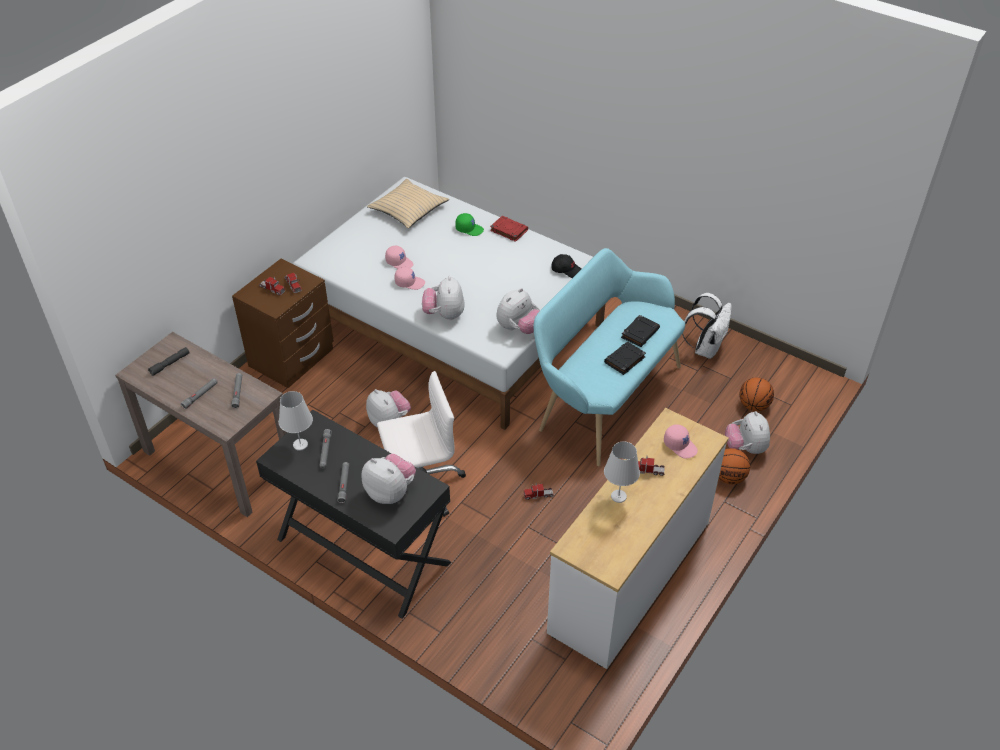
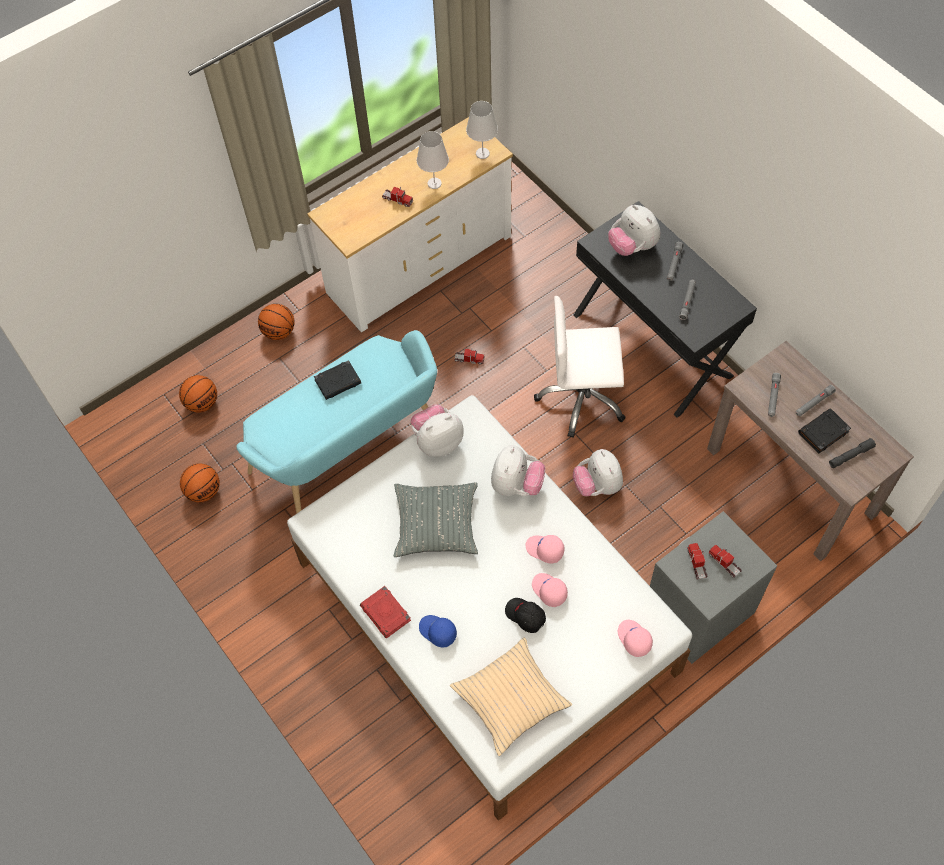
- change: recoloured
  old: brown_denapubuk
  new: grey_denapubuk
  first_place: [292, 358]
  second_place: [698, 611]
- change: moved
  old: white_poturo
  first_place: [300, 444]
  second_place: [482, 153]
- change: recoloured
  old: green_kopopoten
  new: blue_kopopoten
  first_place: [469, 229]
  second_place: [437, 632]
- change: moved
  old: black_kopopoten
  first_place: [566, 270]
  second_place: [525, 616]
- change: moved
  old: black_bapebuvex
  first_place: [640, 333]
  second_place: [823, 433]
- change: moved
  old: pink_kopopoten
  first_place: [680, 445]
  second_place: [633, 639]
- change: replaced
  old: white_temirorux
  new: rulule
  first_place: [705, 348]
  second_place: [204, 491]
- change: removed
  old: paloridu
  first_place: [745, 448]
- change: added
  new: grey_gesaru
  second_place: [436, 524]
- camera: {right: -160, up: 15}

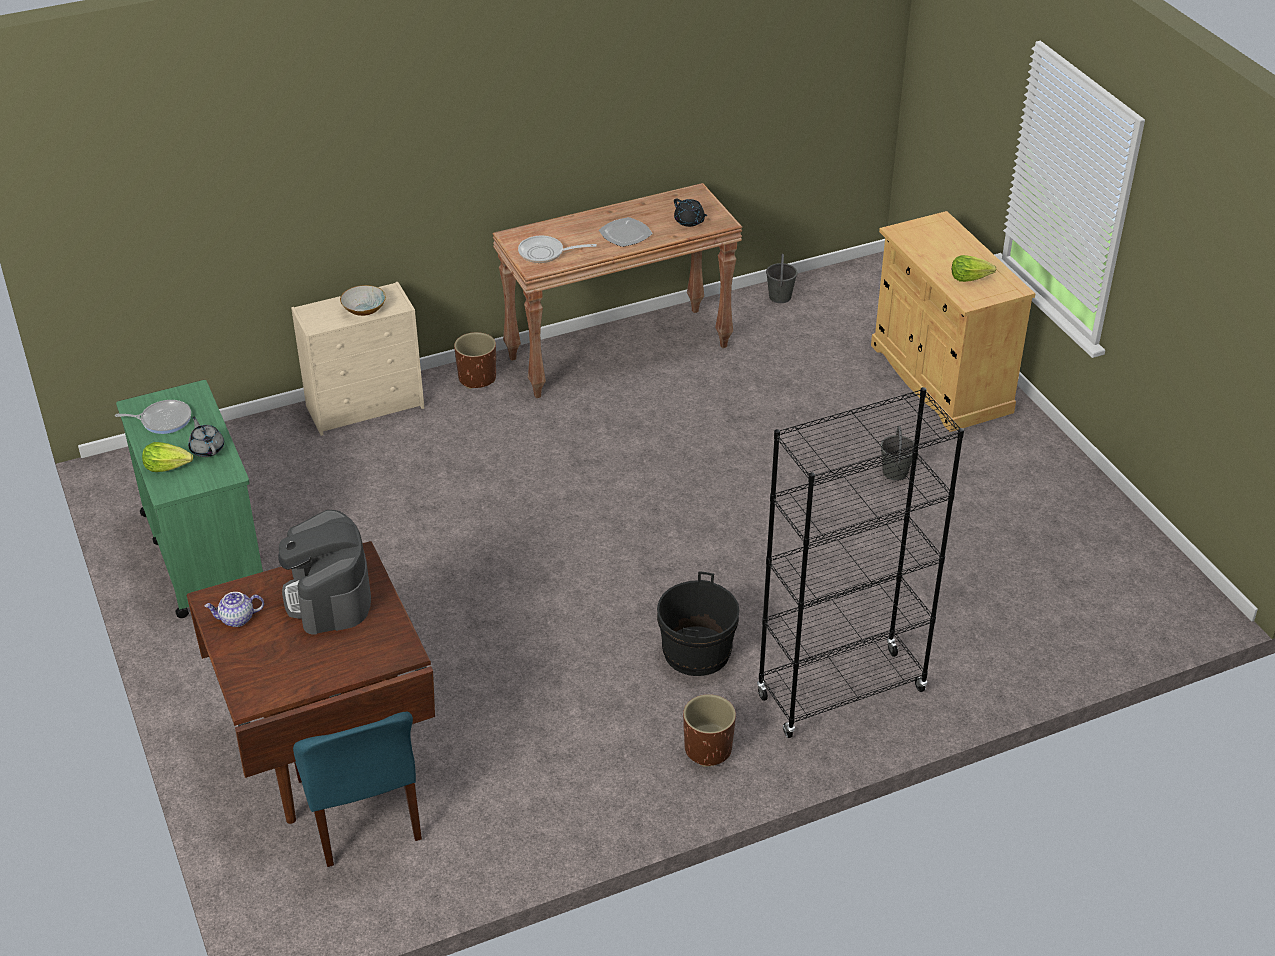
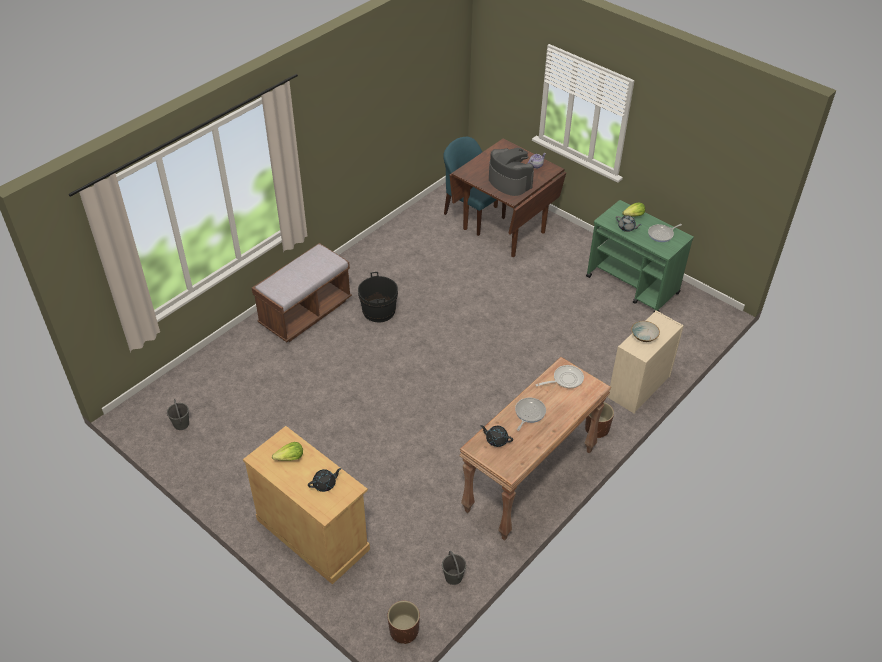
- change: replaced
  old: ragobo
  new: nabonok
  first_place: [626, 234]
  second_place: [529, 413]
- change: moved
  old: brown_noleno
  first_place: [707, 749]
  second_place: [404, 631]
- change: replaced
  old: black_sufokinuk
  new: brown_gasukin
  first_place: [840, 694]
  second_place: [305, 313]
- change: moved
  old: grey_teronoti
  first_place: [895, 472]
  second_place: [181, 424]
- change: added
  new: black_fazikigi
  second_place: [325, 484]
- camera: {right: 155, up: 5}

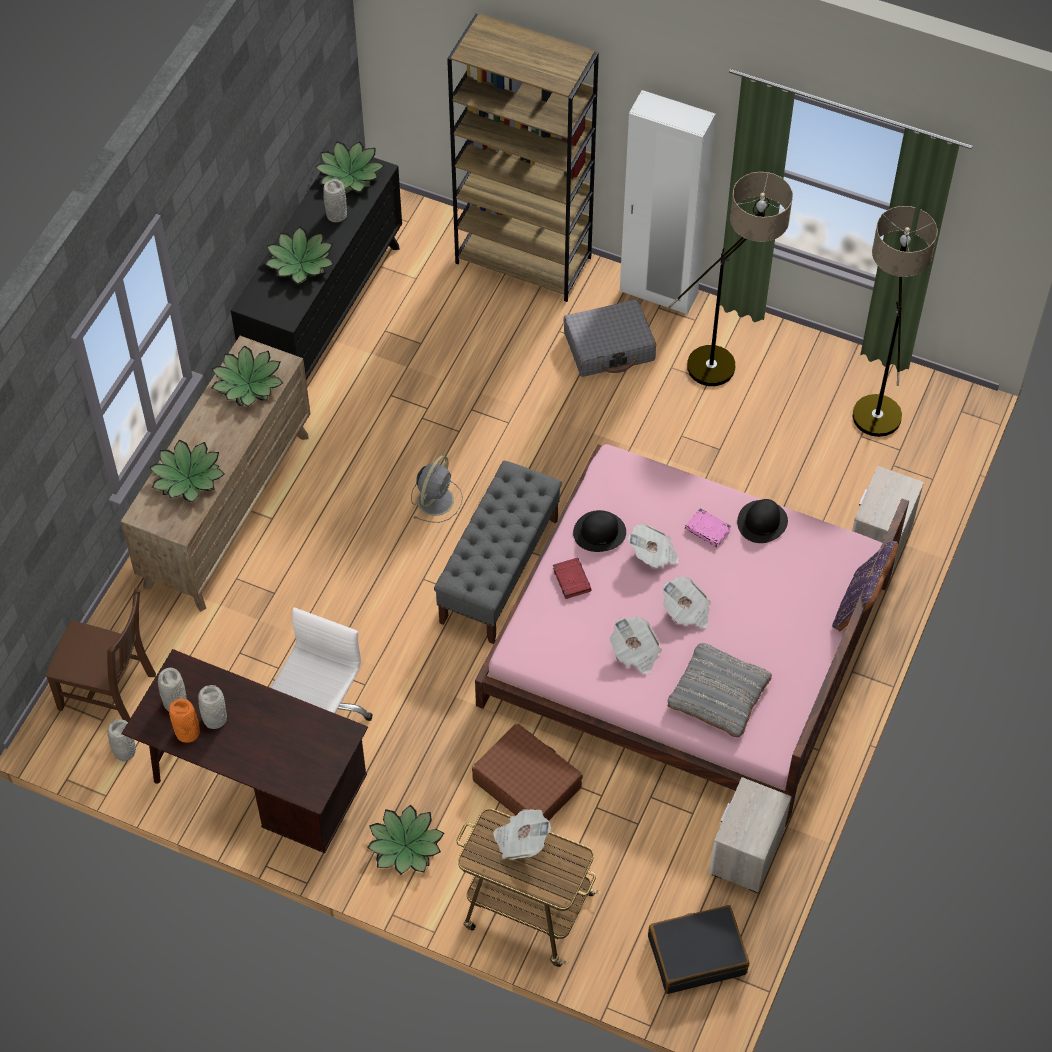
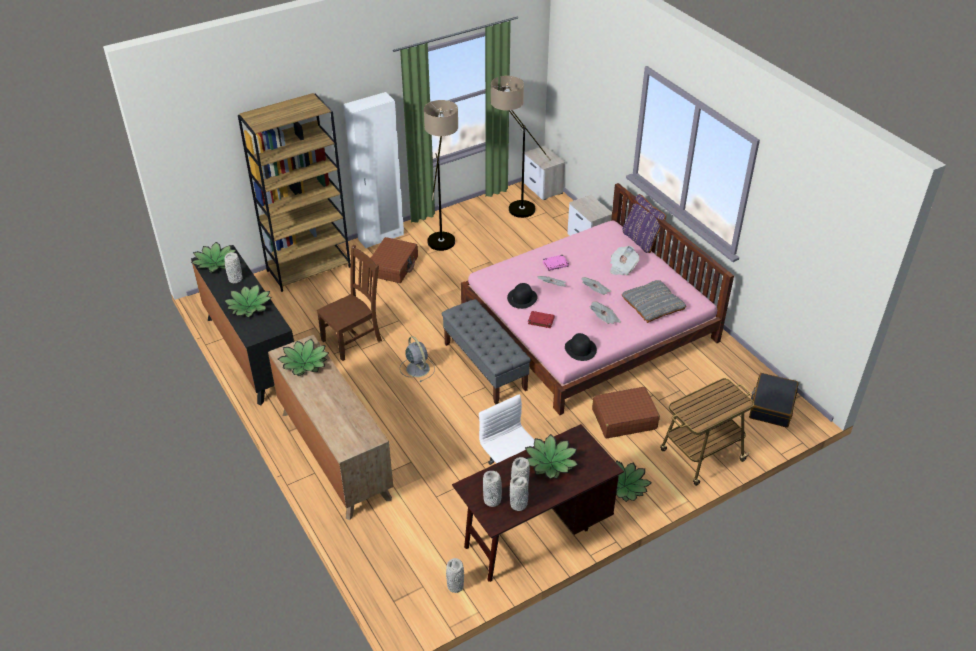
- change: moved
  old: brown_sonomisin
  first_place: [110, 692]
  second_place: [353, 339]
- change: moved
  old: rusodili
  first_place: [188, 477]
  second_place: [550, 462]
- change: recoloured
  old: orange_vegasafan
  new: grey_vegasafan
  first_place: [188, 733]
  second_place: [519, 504]
- change: moved
  old: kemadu
  first_place: [521, 840]
  second_place: [622, 267]
- change: recoloured
  old: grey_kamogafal
  new: brown_kamogafal
  first_place: [609, 347]
  second_place: [393, 266]
- change: moved
  old: denapubuk
  first_place: [745, 853]
  second_place: [543, 188]
- change: moved
  old: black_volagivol
  first_place: [762, 522]
  second_place: [580, 349]
- camera: {right: -55, up: -15}

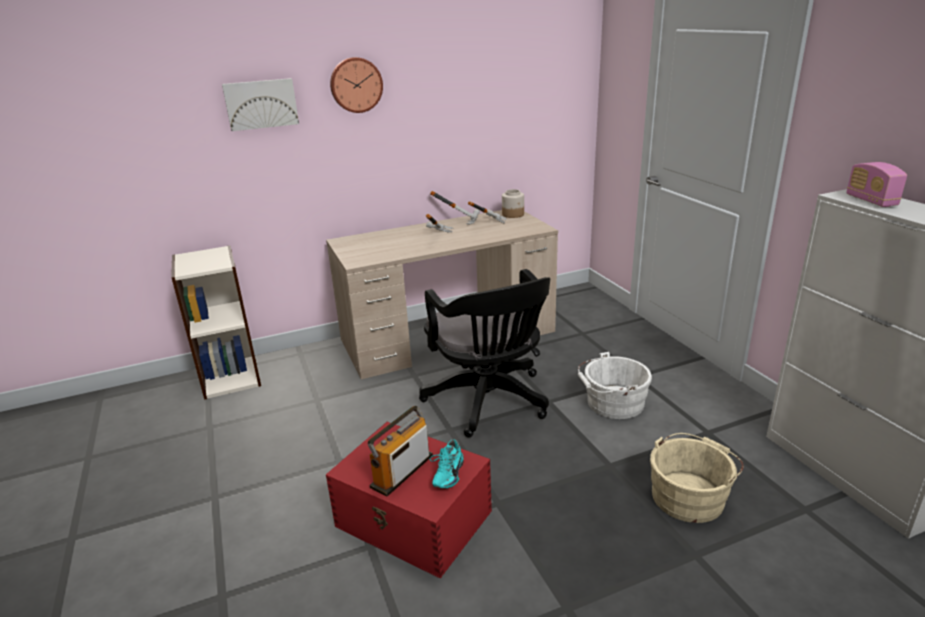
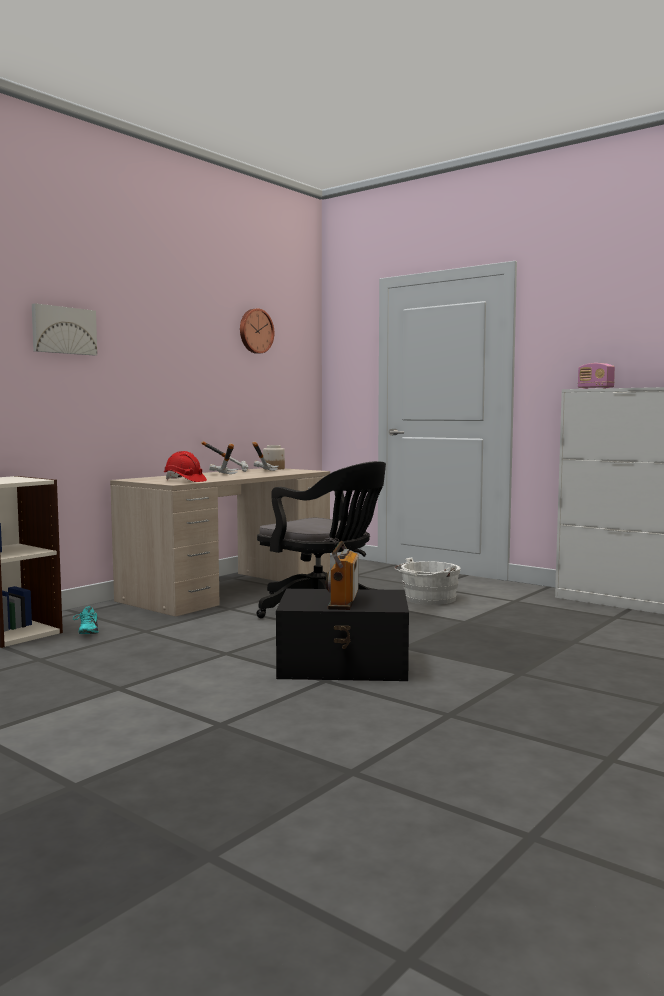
- change: recoloured
  old: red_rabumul
  new: black_rabumul
  first_place: [414, 520]
  second_place: [345, 664]
- change: moved
  old: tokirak
  first_place: [356, 85]
  second_place: [255, 331]
- change: moved
  old: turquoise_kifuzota
  first_place: [446, 474]
  second_place: [86, 632]
- change: removed
  old: beige_teronoti
  first_place: [690, 495]
- change: added
  new: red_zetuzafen
  second_place: [184, 481]
- camera: {right: -30, up: -20}

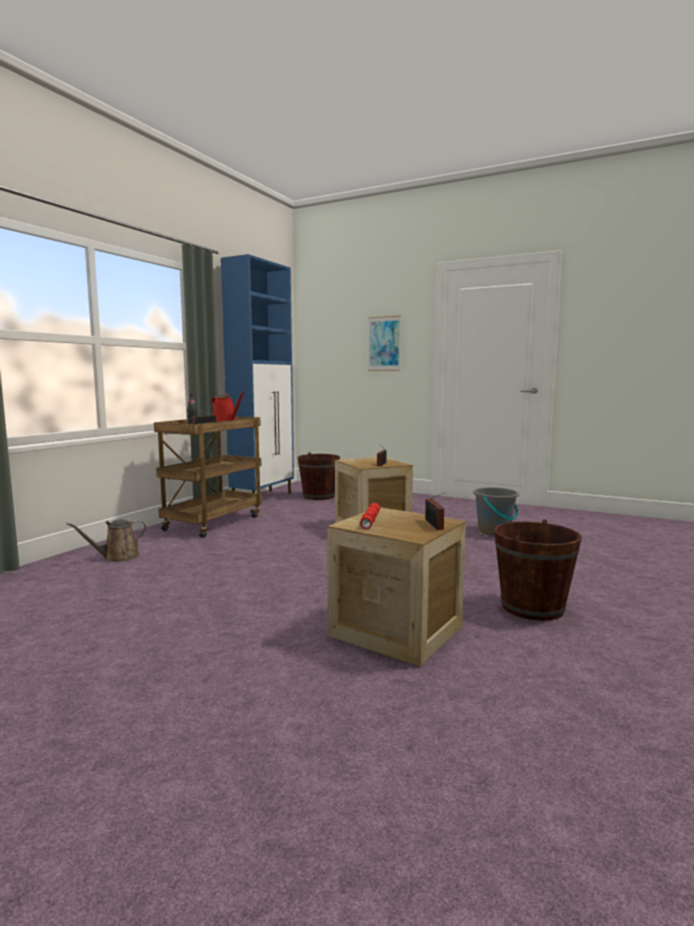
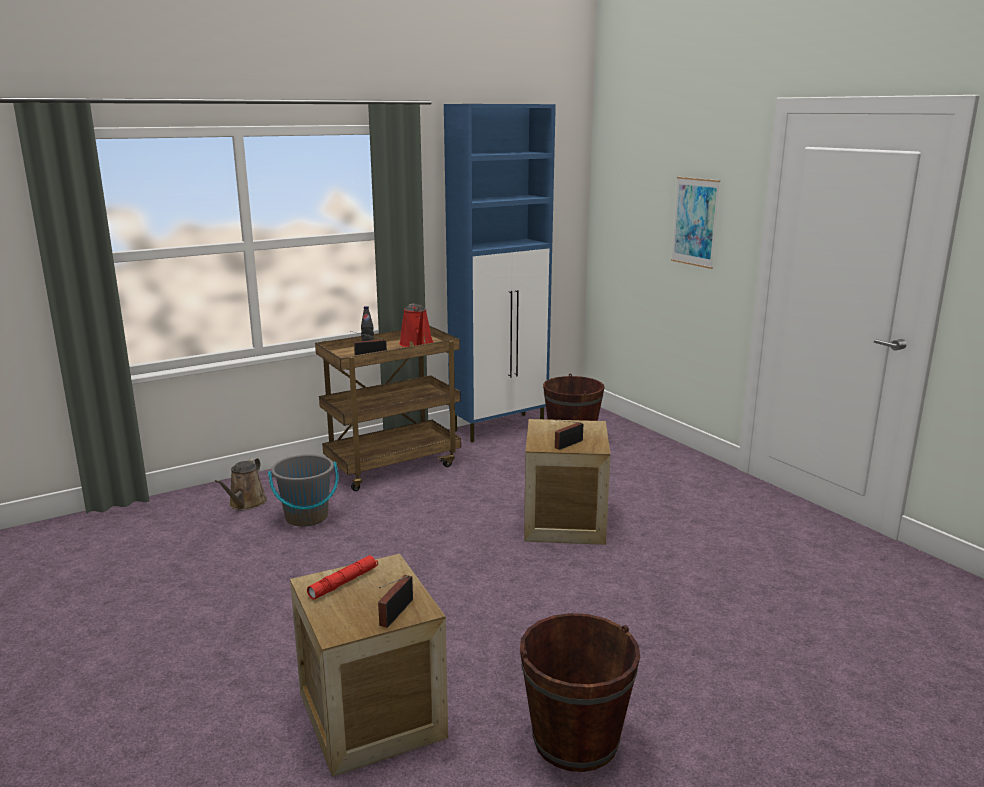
- change: turned
  old: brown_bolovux
  first_place: [117, 557]
  second_place: [246, 504]
  degrees: -75
- change: moved
  old: grey_teronoti
  first_place: [494, 532]
  second_place: [306, 517]
- camera: {right: 30, up: 10}

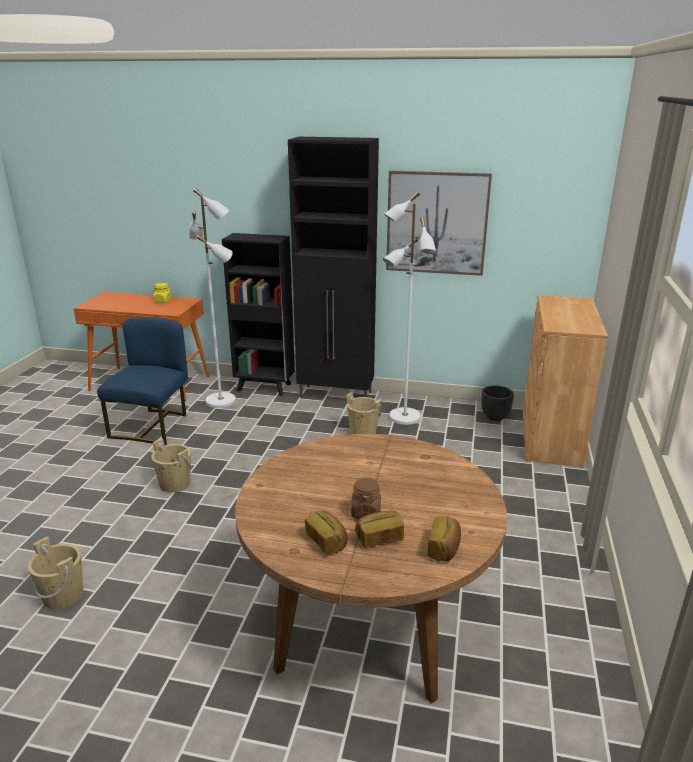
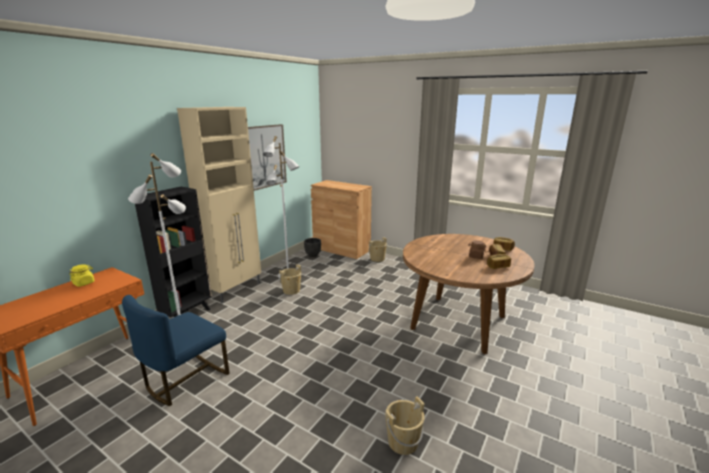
- change: turned
  old: blue_sonomisin
  first_place: [153, 426]
  second_place: [185, 379]
  degrees: -90
- change: moved
  old: beige_teronoti
  first_place: [175, 484]
  second_place: [377, 259]
- change: recoloured
  old: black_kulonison
  new: beige_kulonison
  first_place: [336, 395]
  second_place: [236, 290]
- camera: {right: -70, up: -5}

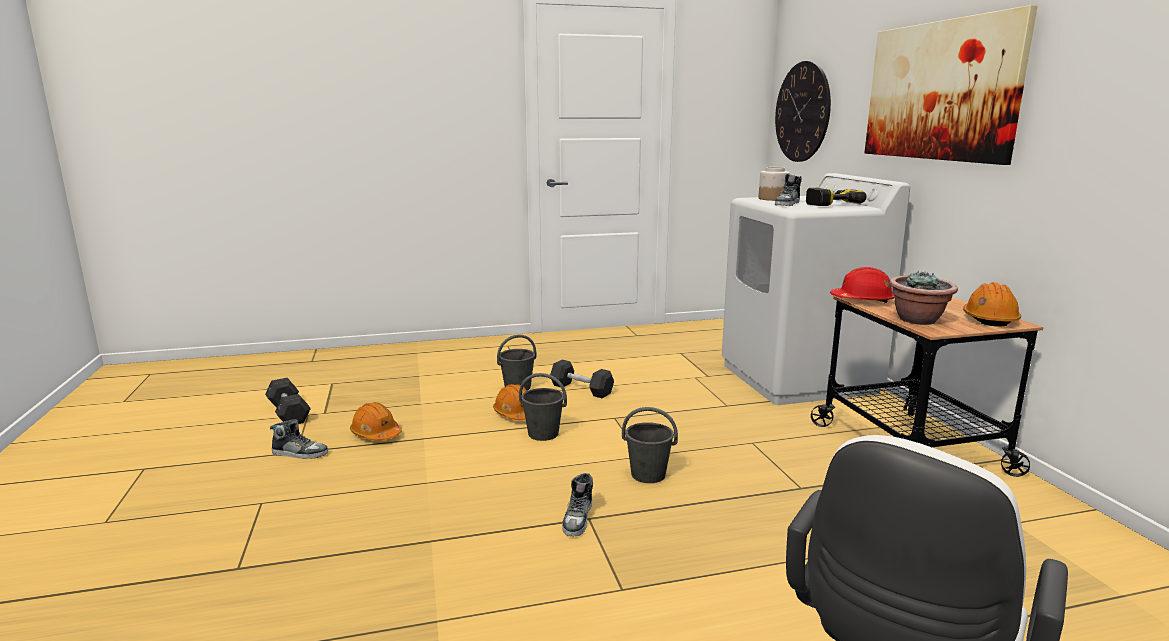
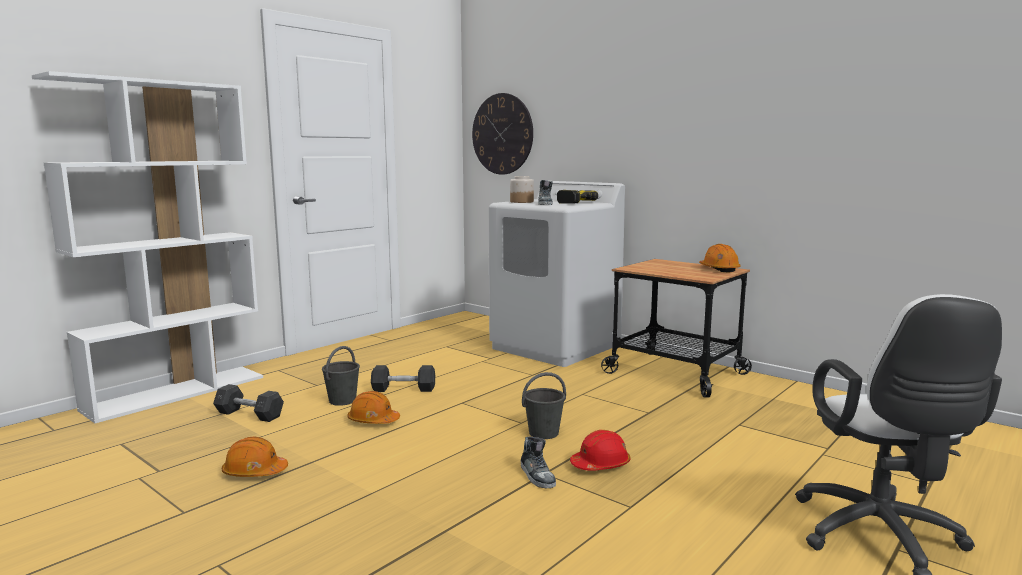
- change: moved
  old: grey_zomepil
  first_place: [288, 413]
  second_place: [249, 414]
- change: removed
  old: kifuzota
  first_place: [300, 453]
- change: removed
  old: grey_teronoti
  first_place: [544, 434]
- change: moved
  old: red_zetuzafen
  first_place: [862, 300]
  second_place: [600, 464]
- change: removed
  old: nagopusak
  first_place: [940, 91]
- change: removed
  old: rusodili
  first_place: [918, 320]
- change: added
  new: white_sufokinuk
  second_place: [177, 392]
- camera: {right: -35, up: -5}

